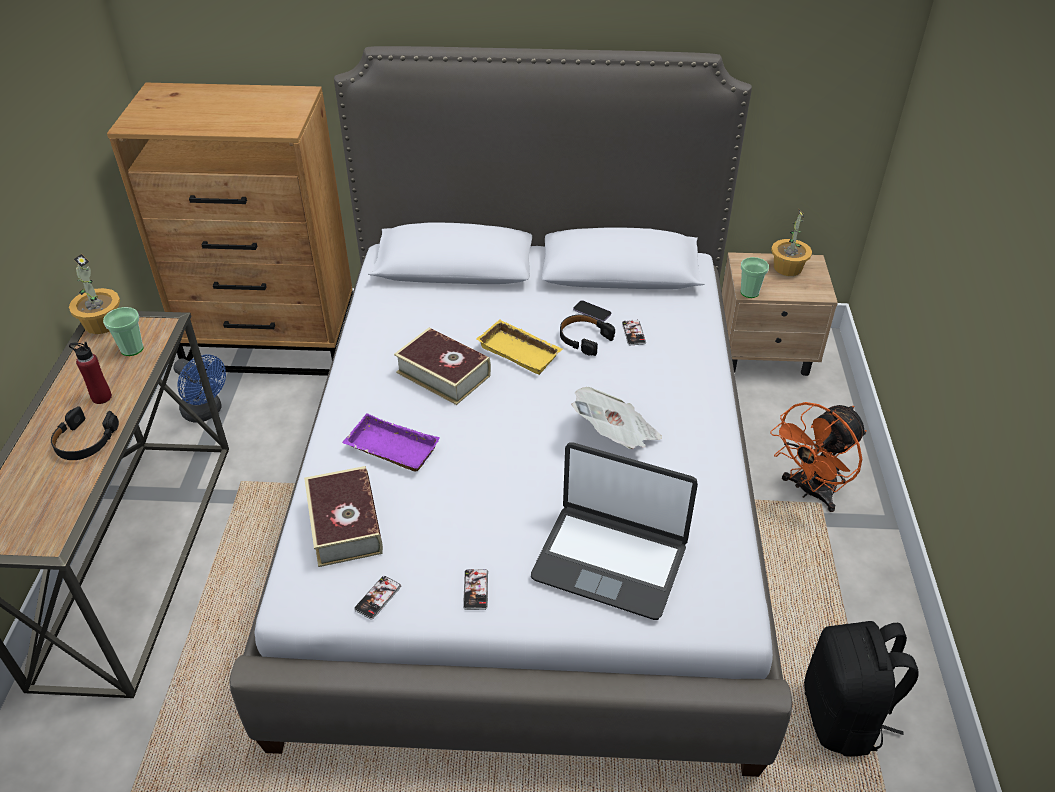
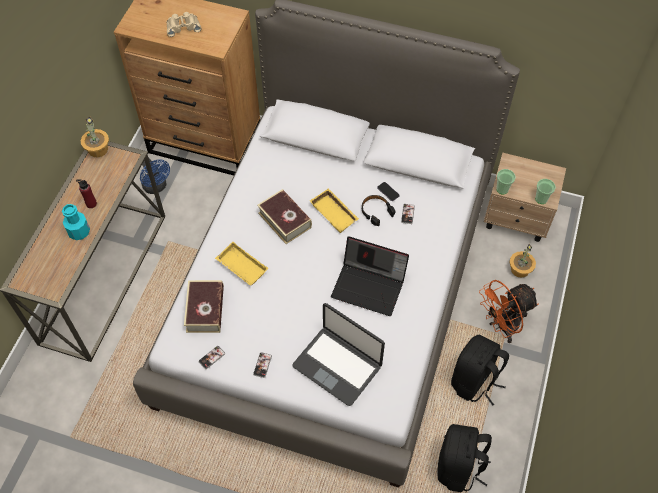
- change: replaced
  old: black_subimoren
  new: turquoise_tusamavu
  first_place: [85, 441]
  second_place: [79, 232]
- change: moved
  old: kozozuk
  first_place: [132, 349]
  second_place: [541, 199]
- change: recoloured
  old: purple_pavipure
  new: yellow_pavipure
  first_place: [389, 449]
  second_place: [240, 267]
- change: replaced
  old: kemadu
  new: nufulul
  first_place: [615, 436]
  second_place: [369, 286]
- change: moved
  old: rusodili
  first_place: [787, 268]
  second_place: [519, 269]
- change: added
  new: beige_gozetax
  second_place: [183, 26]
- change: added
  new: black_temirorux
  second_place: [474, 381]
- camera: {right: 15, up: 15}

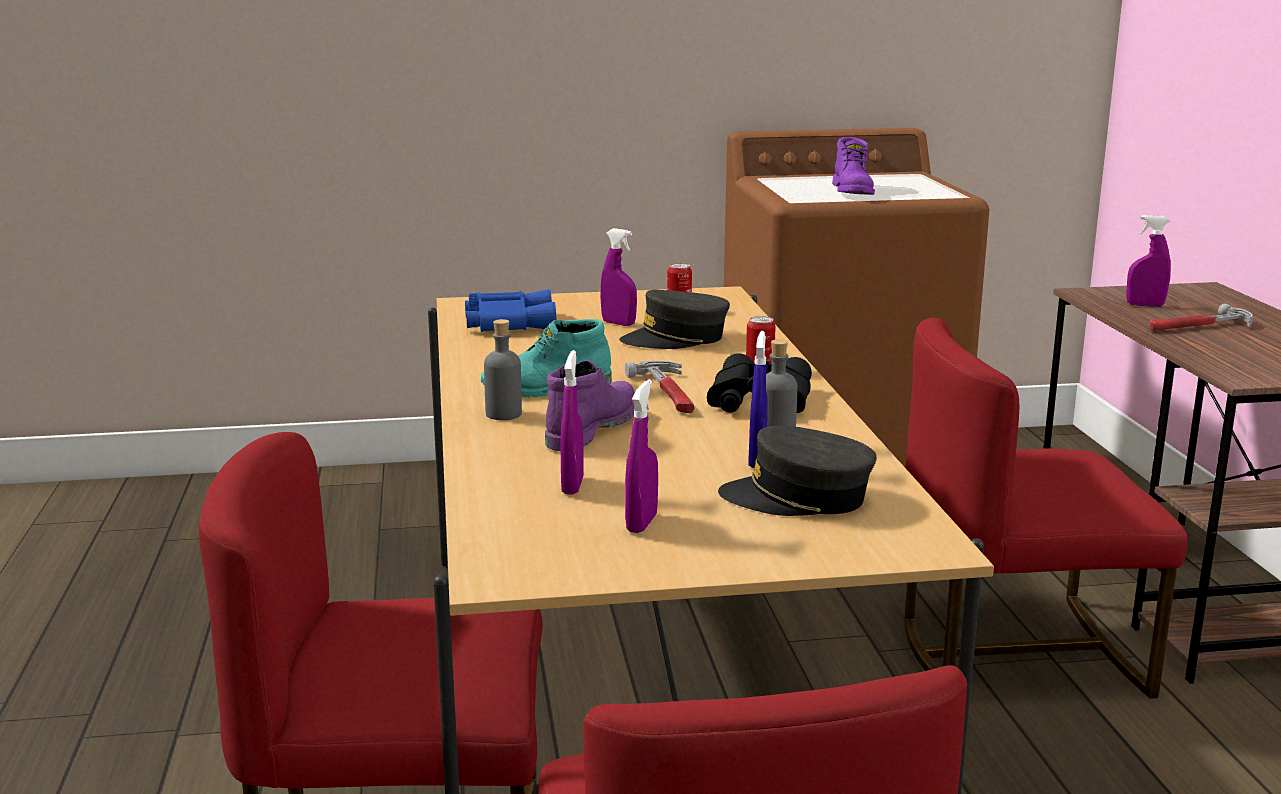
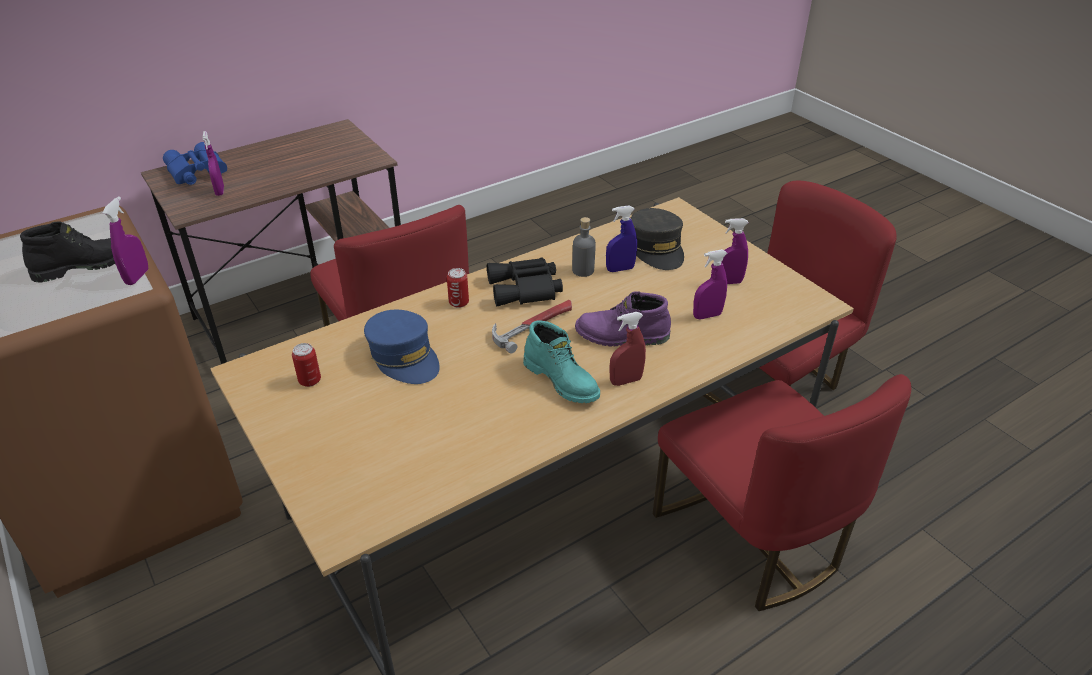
- change: moved
  old: blue_gozetax
  first_place: [508, 323]
  second_place: [196, 173]
- change: replaced
  old: grey_tusamavu
  new: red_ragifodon
  first_place: [504, 414]
  second_place: [625, 381]
- change: moved
  old: purple_ragifodon
  first_place: [618, 323]
  second_place: [137, 277]
- change: recoloured
  old: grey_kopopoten
  new: blue_kopopoten
  first_place: [676, 339]
  second_place: [404, 357]
- change: recoloured
  old: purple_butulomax
  new: black_butulomax
  first_place: [853, 191]
  second_place: [86, 265]
- change: removed
  old: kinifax
  first_place: [1198, 326]
- camera: {right: -115, up: 20}

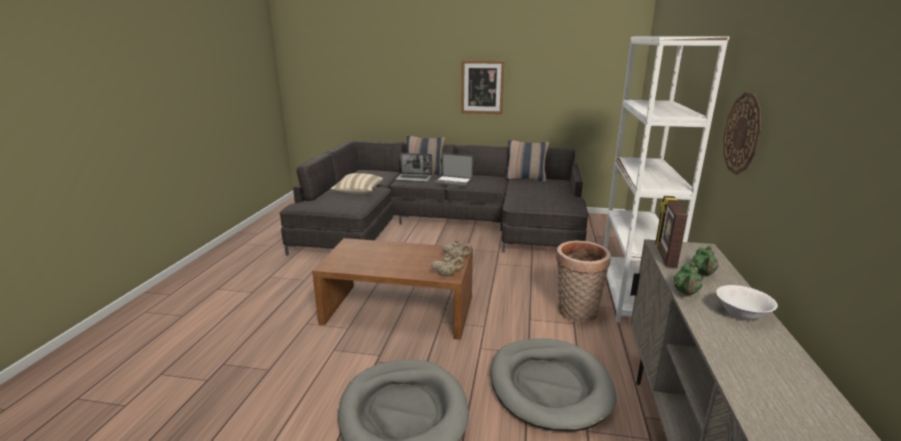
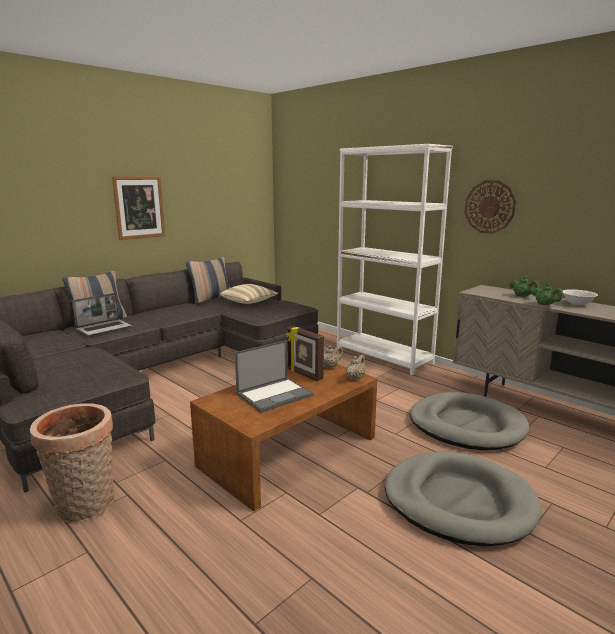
- change: moved
  old: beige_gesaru
  first_place: [358, 192]
  second_place: [249, 302]
- change: moved
  old: nufulul
  first_place: [453, 181]
  second_place: [275, 394]
- change: moved
  old: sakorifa
  first_place: [576, 313]
  second_place: [85, 507]
- change: moved
  old: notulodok
  first_place: [664, 256]
  second_place: [304, 374]
- camera: {right: -55, up: -5}

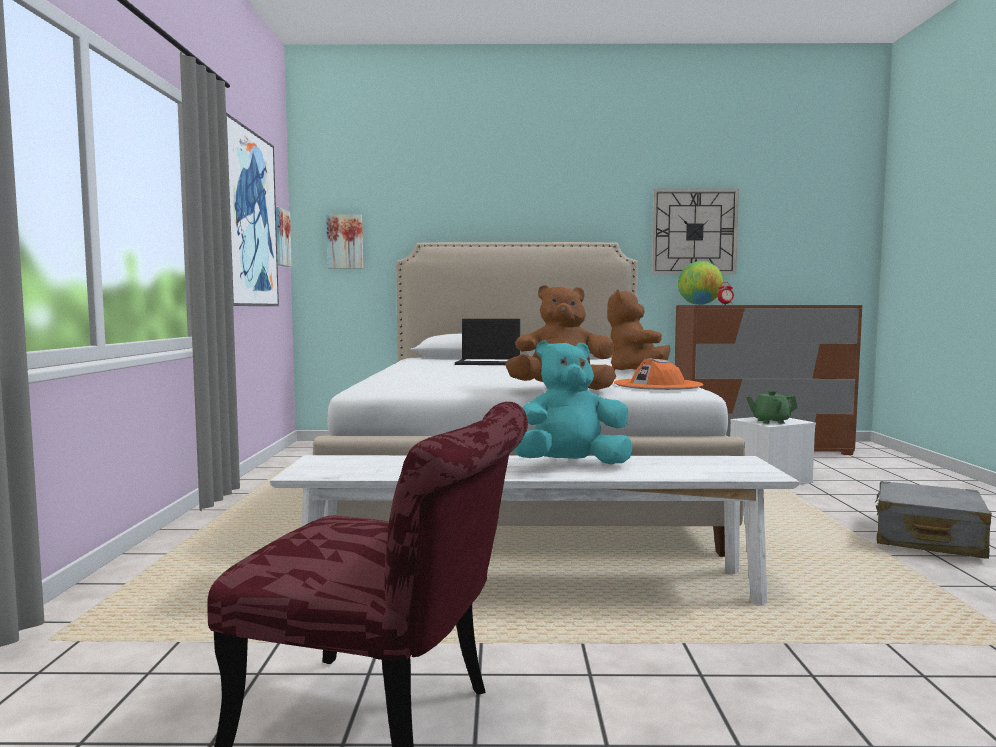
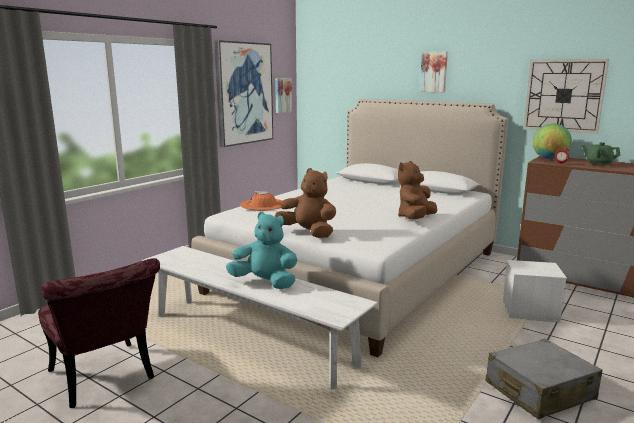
- change: moved
  old: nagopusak
  first_place: [345, 241]
  second_place: [434, 72]
- change: removed
  old: nufulul
  first_place: [489, 363]
- change: moved
  old: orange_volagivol
  first_place: [658, 385]
  second_place: [263, 205]
- change: moved
  old: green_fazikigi
  first_place: [770, 421]
  second_place: [598, 164]
- camera: {right: 35, up: 10}

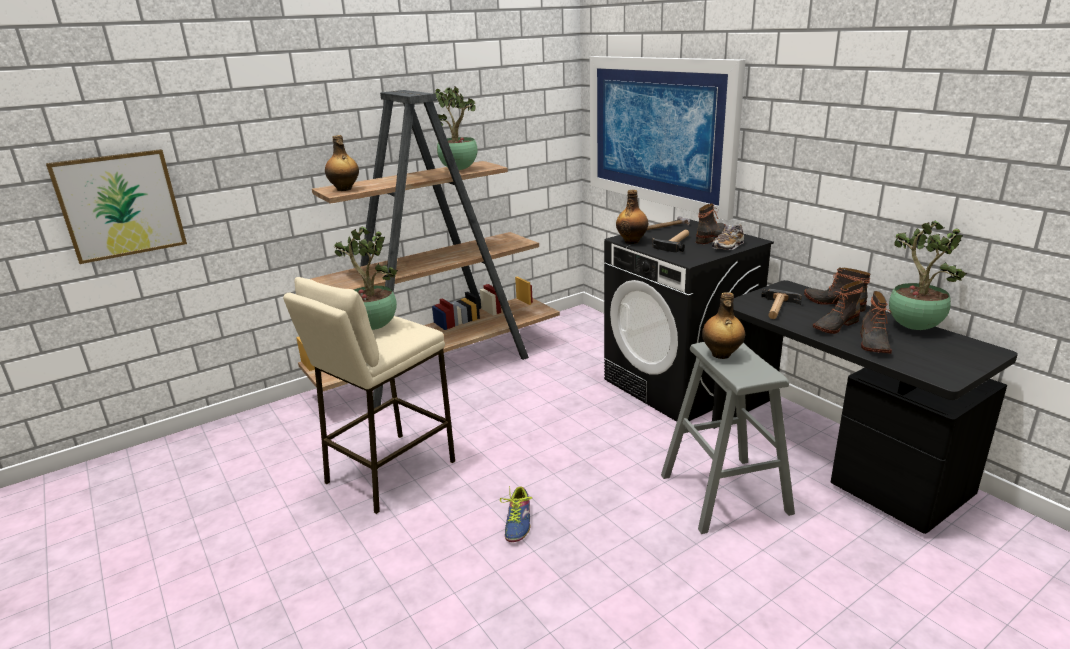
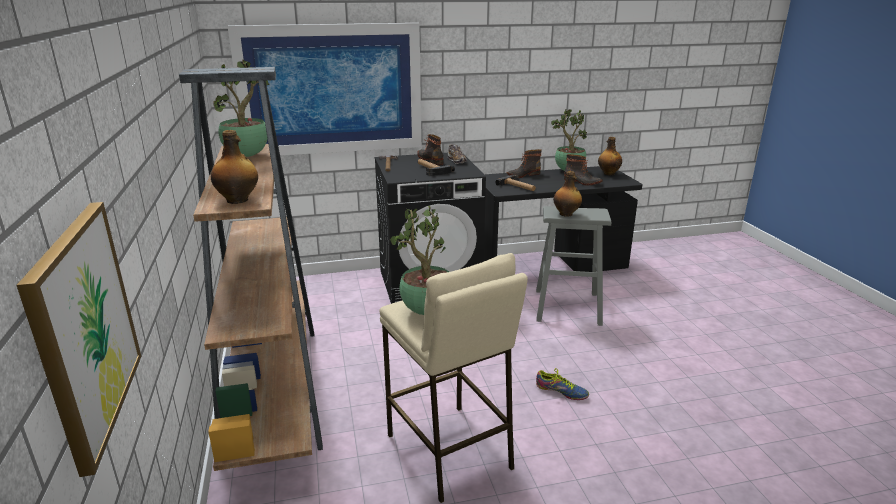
- change: moved
  old: tusamavu
  first_place: [632, 241]
  second_place: [608, 173]
- change: removed
  old: butulomax
  first_place: [834, 325]
- camera: {right: -70, up: 0}

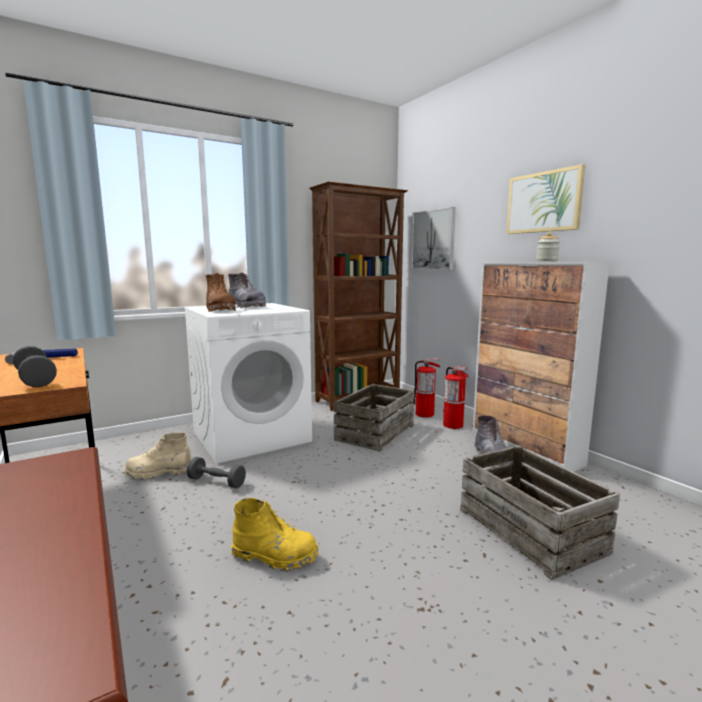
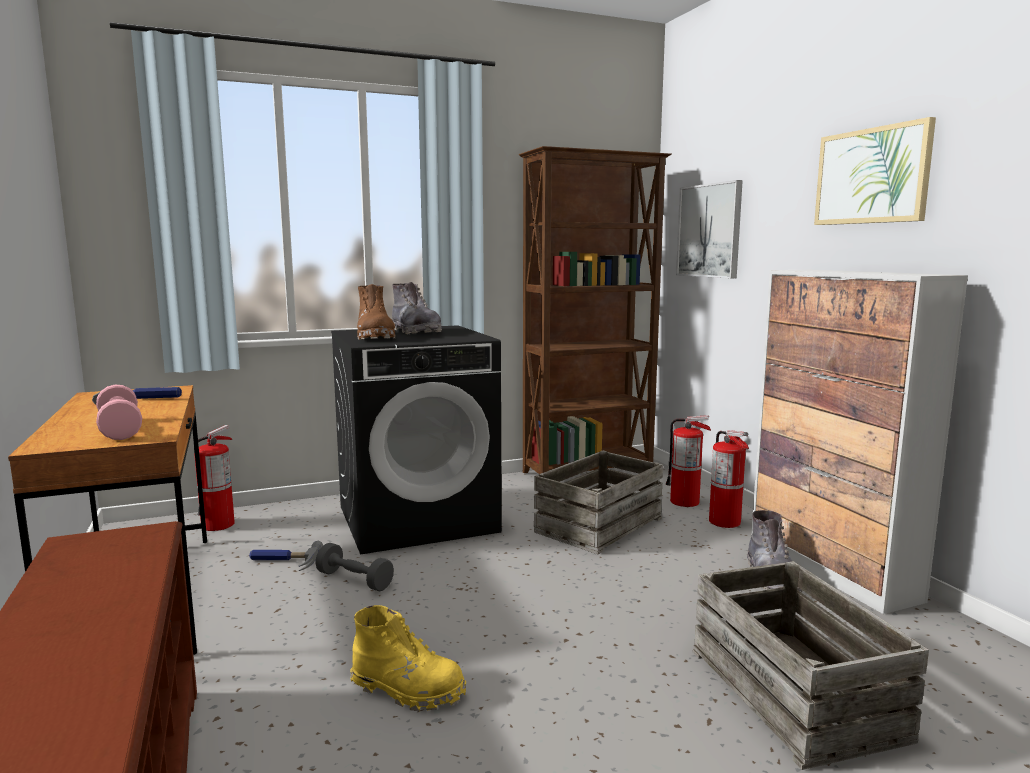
- change: recoloured
  old: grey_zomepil
  new: pink_zomepil
  first_place: [35, 379]
  second_place: [120, 429]
- change: replaced
  old: beige_butulomax
  new: kinifax
  first_place: [159, 473]
  second_place: [283, 561]
- change: recoloured
  old: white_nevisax
  new: black_nevisax
  first_place: [251, 436]
  second_place: [418, 518]
- change: removed
  old: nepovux
  first_place: [546, 261]
- change: added
  new: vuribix
  second_place: [218, 525]
- camera: {right: 10, up: 0}

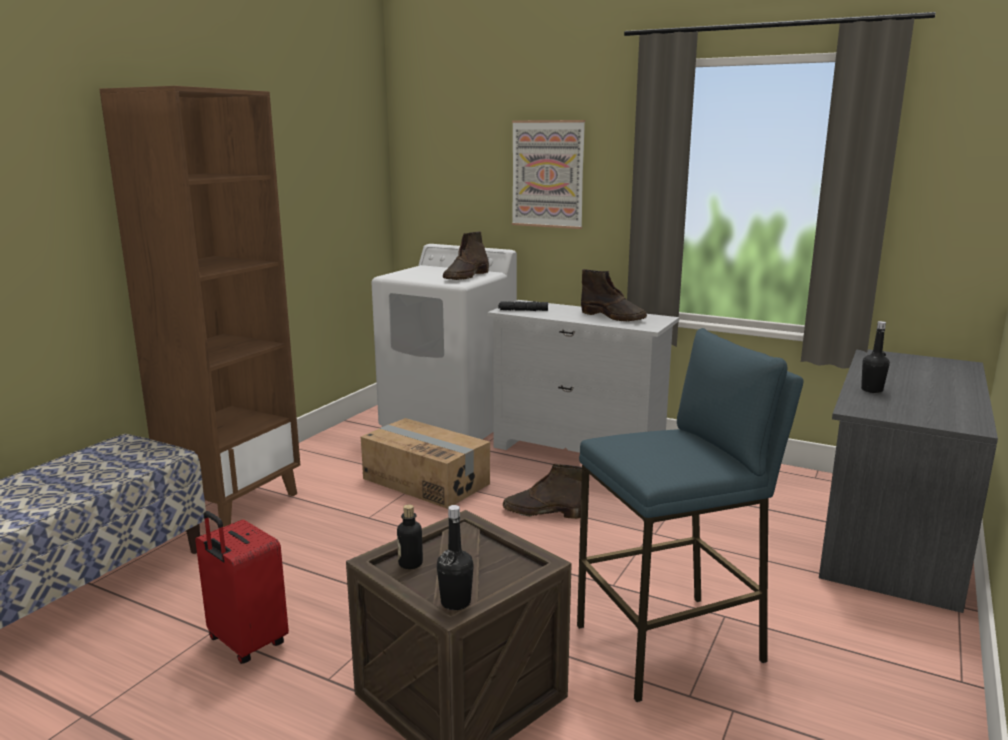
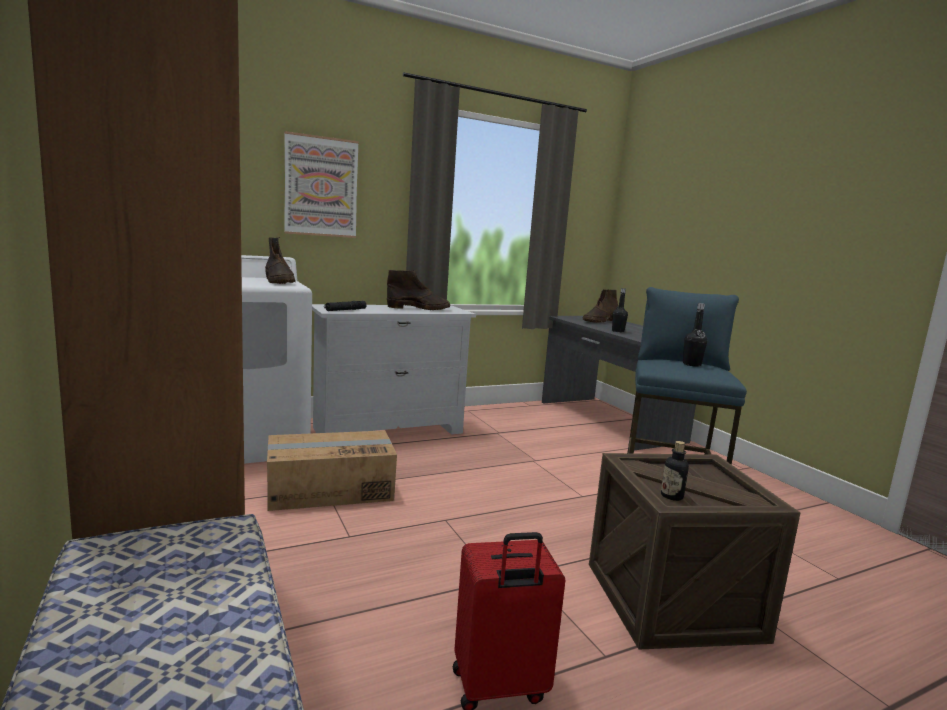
- change: moved
  old: black_tusamavu
  first_place: [455, 602]
  second_place: [692, 364]
- change: moved
  old: brown_butulomax
  first_place: [543, 512]
  second_place: [600, 321]
- camera: {right: -55, up: -5}

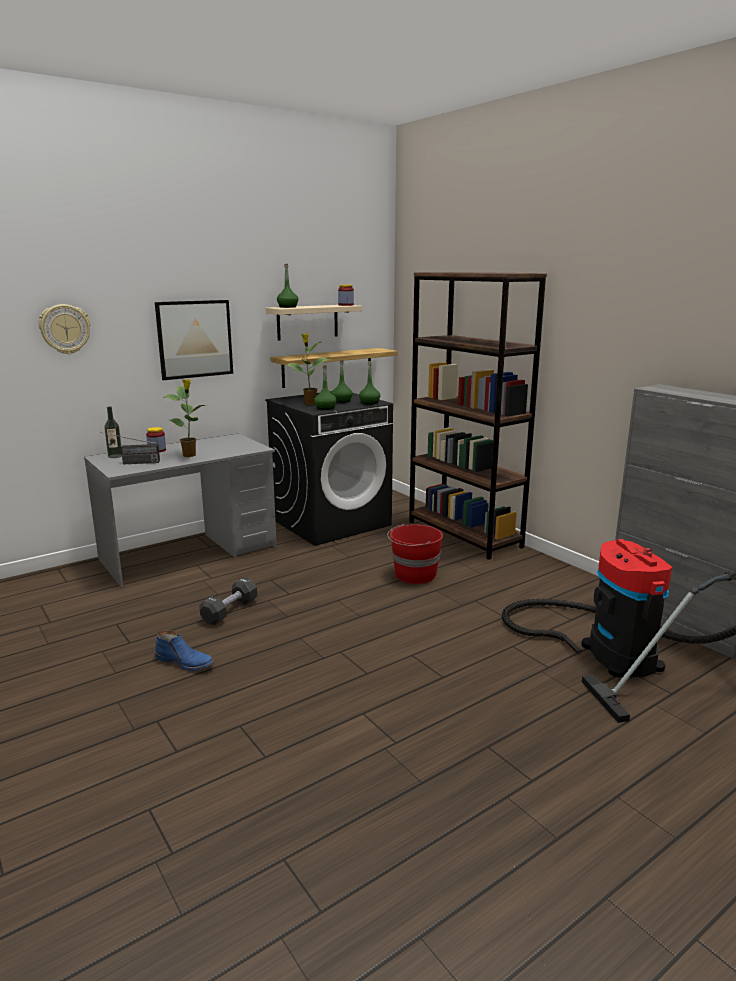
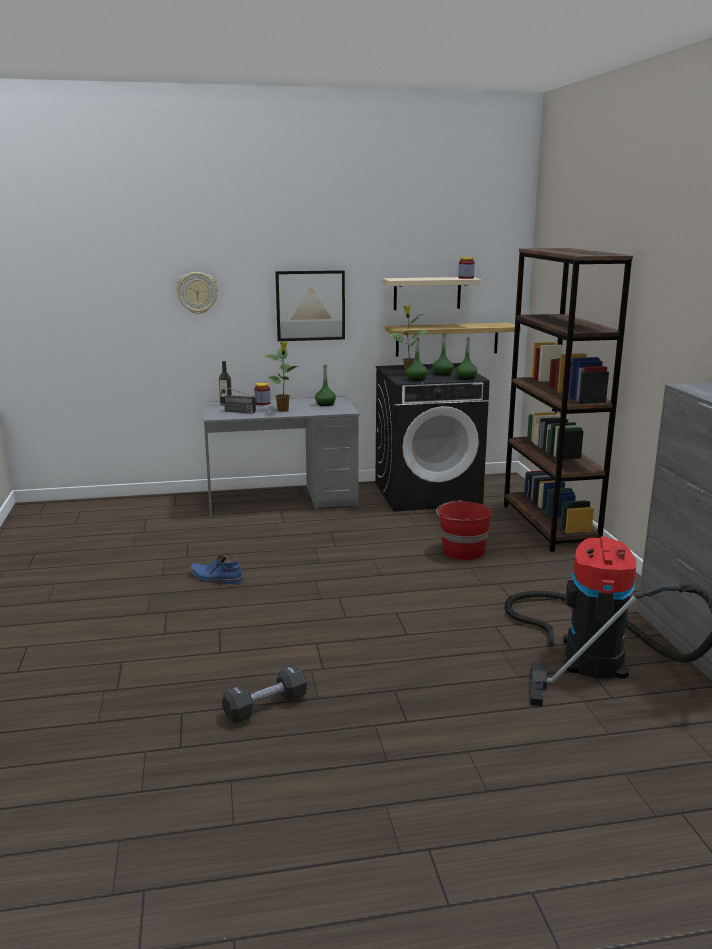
- change: turned
  old: blue_butulomax
  first_place: [185, 662]
  second_place: [215, 578]
  degrees: 150
- change: moved
  old: black_zomepil
  first_place: [230, 611]
  second_place: [265, 707]
- change: moved
  old: green_tusamavu
  first_place: [287, 307]
  second_place: [325, 404]
- camera: {right: 25, up: 0}

